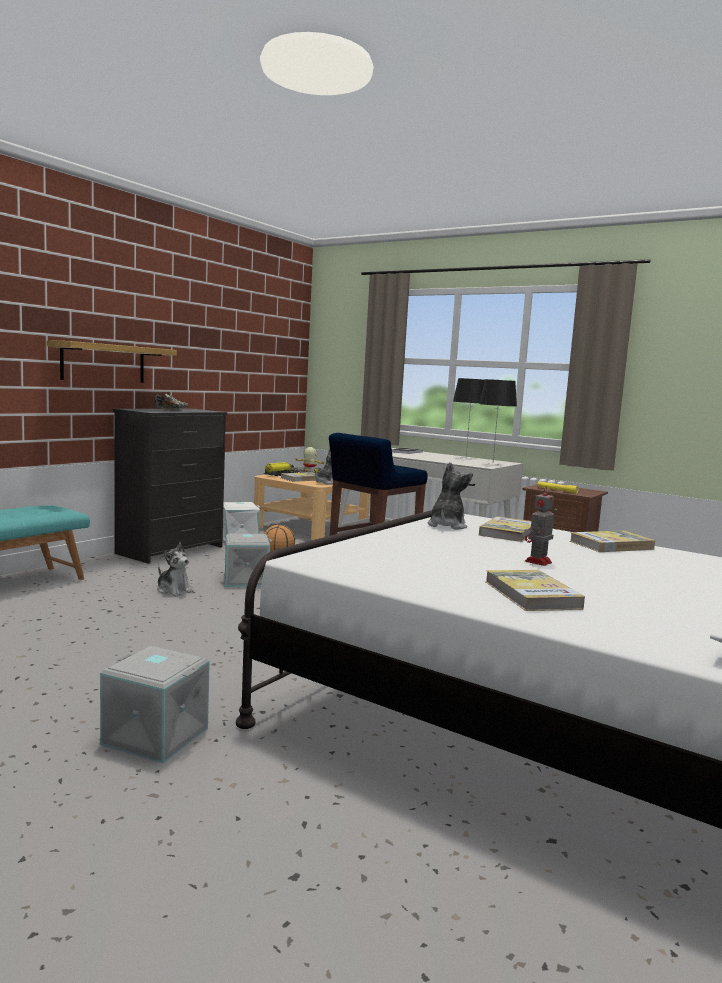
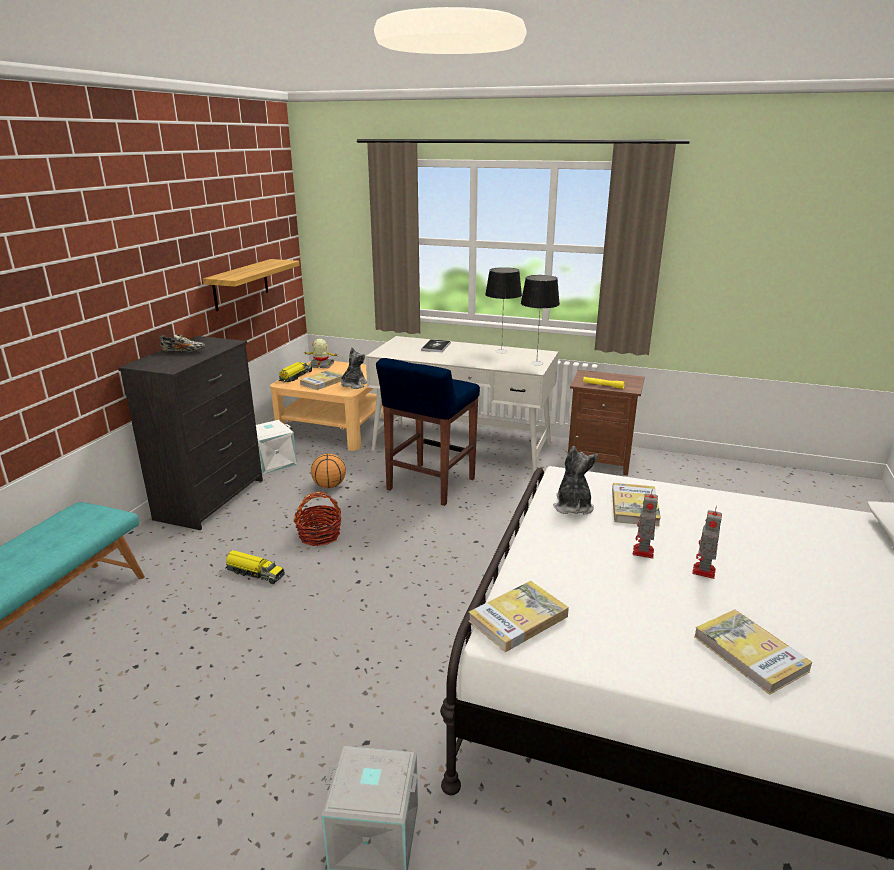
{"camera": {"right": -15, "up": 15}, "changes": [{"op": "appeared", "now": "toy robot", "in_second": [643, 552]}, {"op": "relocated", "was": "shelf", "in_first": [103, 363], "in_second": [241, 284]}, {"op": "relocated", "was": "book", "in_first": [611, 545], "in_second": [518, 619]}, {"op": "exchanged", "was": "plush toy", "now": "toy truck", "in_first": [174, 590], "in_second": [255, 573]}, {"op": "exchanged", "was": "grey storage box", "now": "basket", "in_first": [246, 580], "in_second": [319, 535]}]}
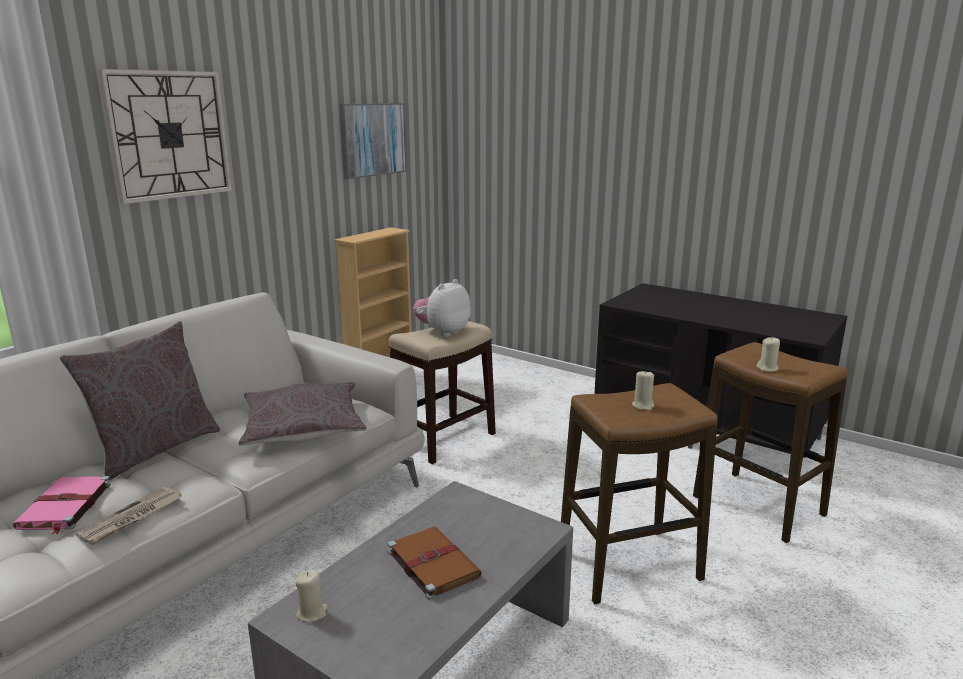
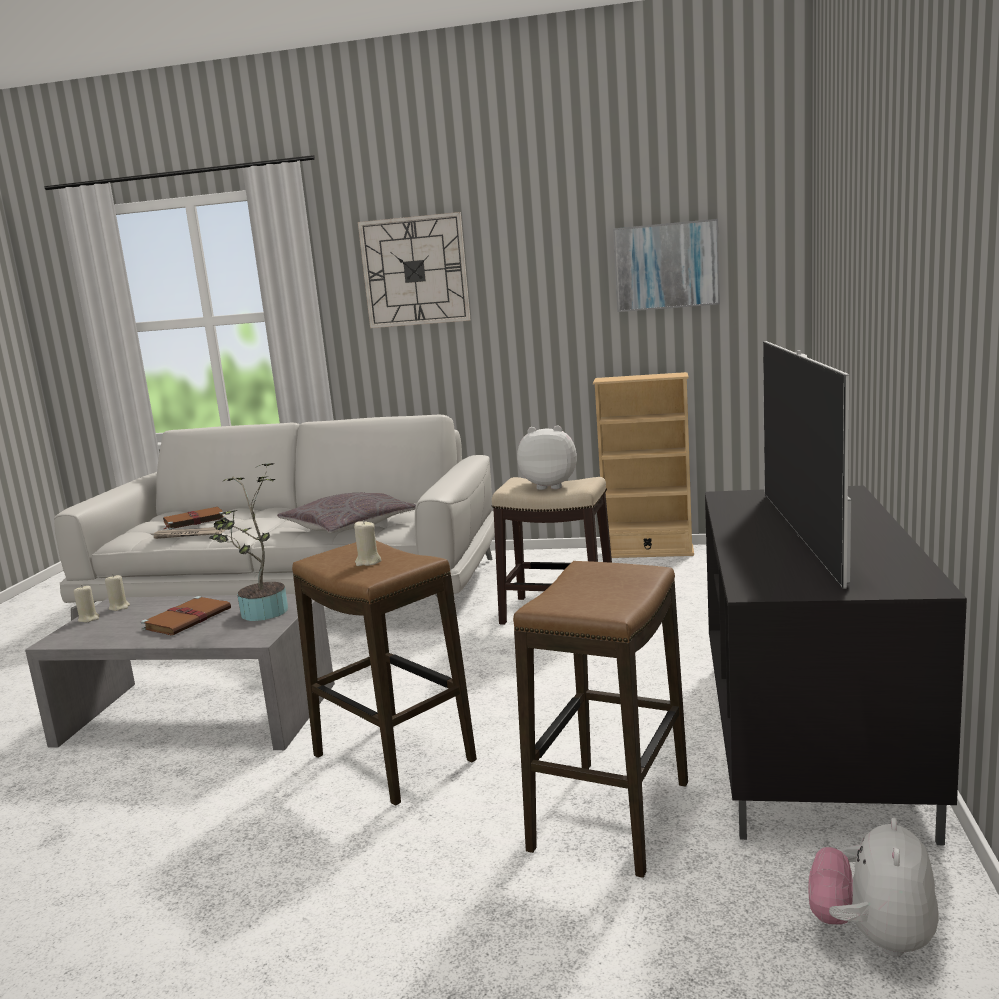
{"camera": {"right": 65, "up": -5}, "changes": [{"op": "missing", "was": "grey pillow", "in_first": [155, 449]}, {"op": "appeared", "now": "potted plant", "in_second": [261, 614]}, {"op": "appeared", "now": "television", "in_second": [801, 535]}, {"op": "appeared", "now": "plush toy", "in_second": [873, 936]}, {"op": "relocated", "was": "beige candle", "in_first": [767, 368], "in_second": [89, 619]}, {"op": "colour", "was": "pink book", "now": "brown book", "in_first": [64, 507], "in_second": [193, 521]}]}
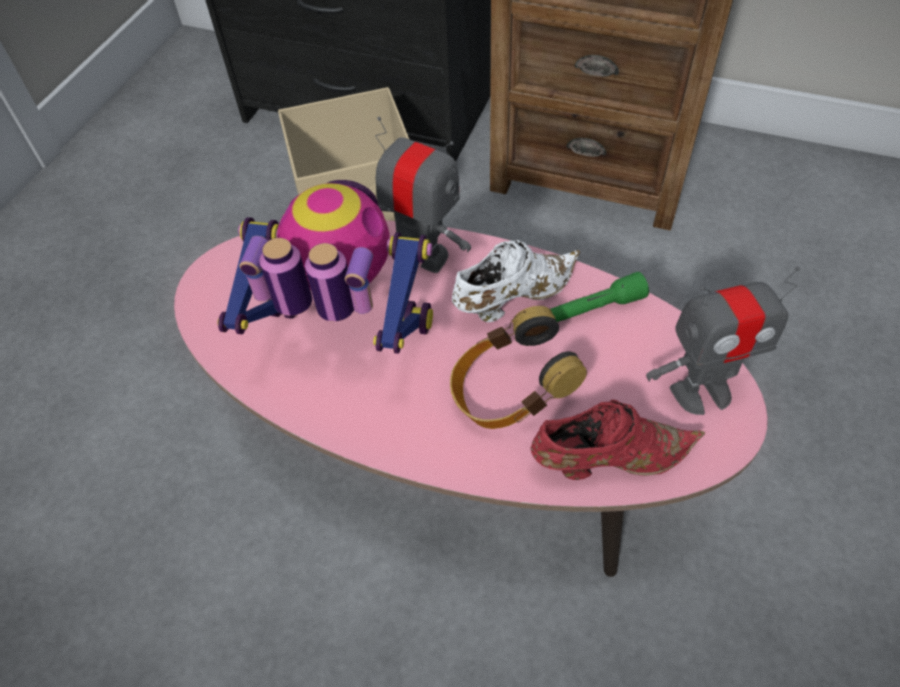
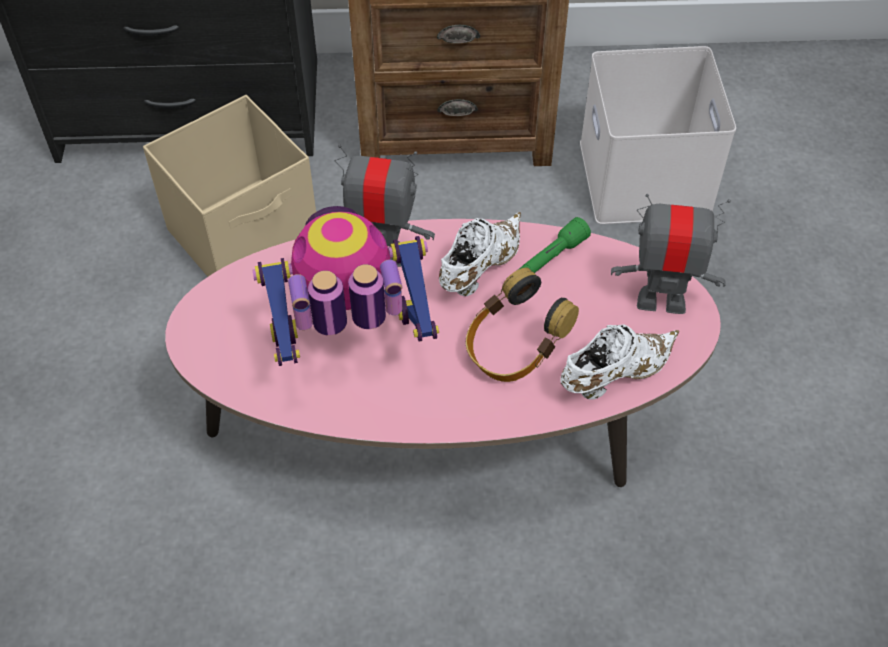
{"camera": {"right": -25, "up": 0}, "changes": [{"op": "appeared", "now": "white storage box", "in_second": [641, 176]}, {"op": "colour", "was": "red shoe", "now": "white shoe", "in_first": [607, 460], "in_second": [613, 376]}, {"op": "spun", "was": "toy robot", "in_first": [701, 392], "in_second": [661, 301], "clockwise": -135}]}
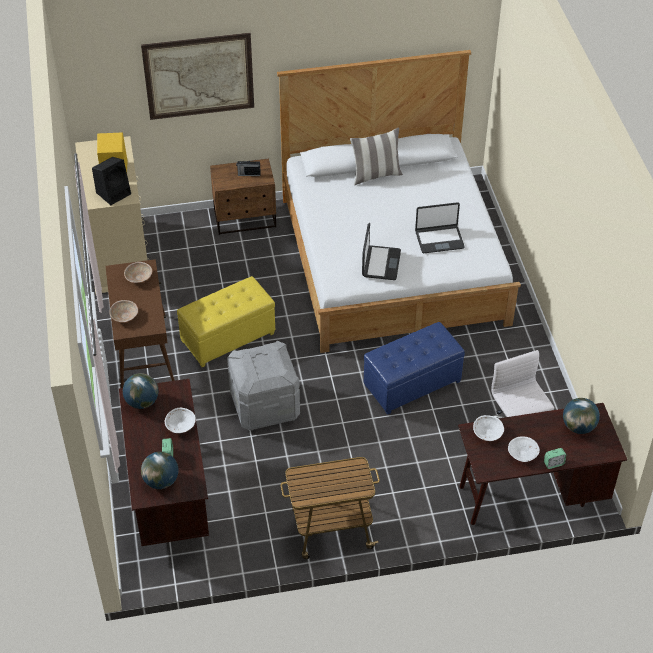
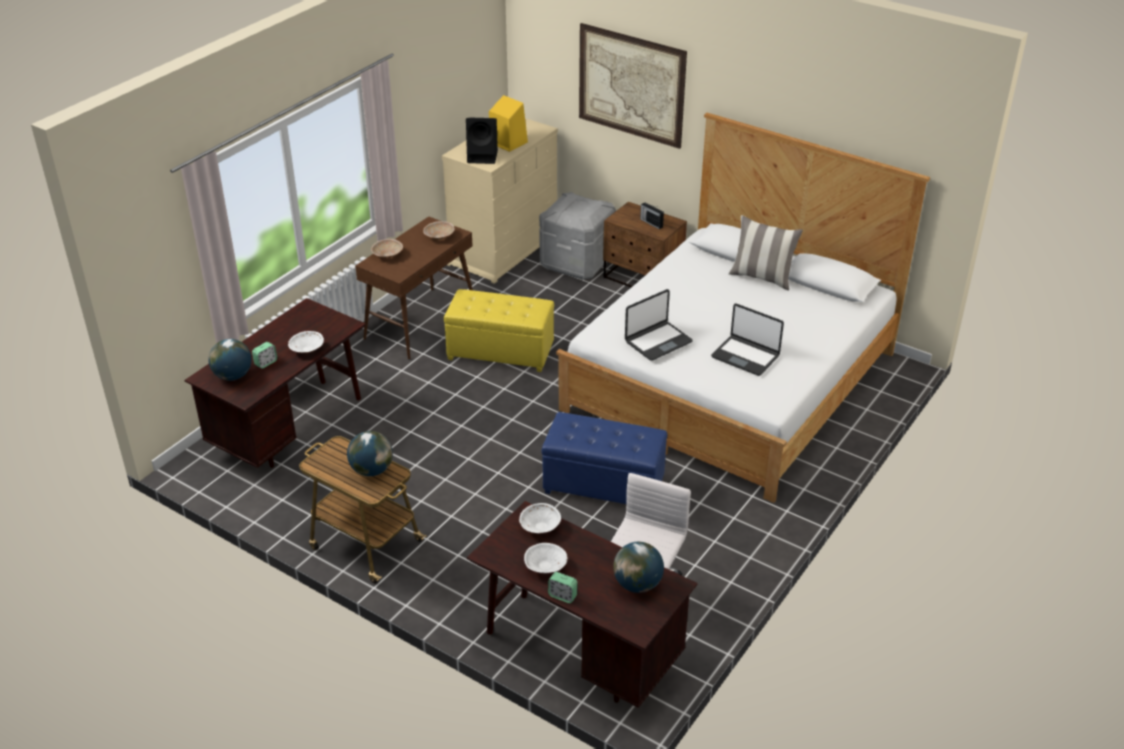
{"camera": {"right": 45, "up": -10}, "changes": [{"op": "relocated", "was": "globe", "in_first": [142, 402], "in_second": [371, 470]}, {"op": "relocated", "was": "grey storage box", "in_first": [265, 406], "in_second": [577, 262]}]}
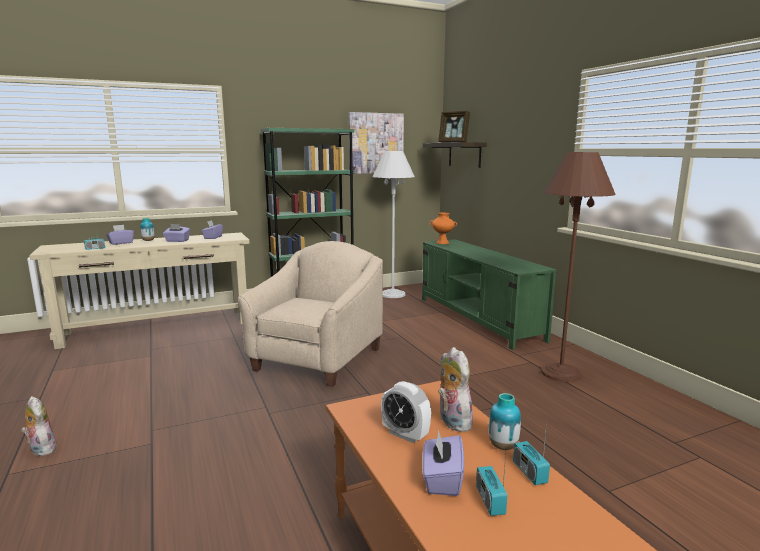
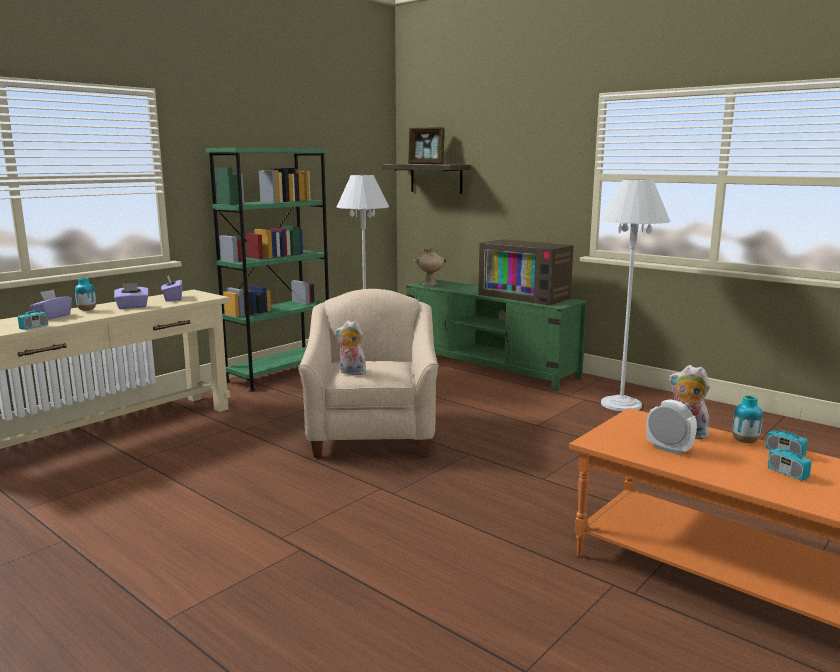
{"camera": {"right": -25, "up": 0}, "changes": [{"op": "missing", "was": "picture", "in_first": [376, 143]}, {"op": "missing", "was": "purple tissue box", "in_first": [442, 479]}, {"op": "appeared", "now": "television", "in_second": [526, 296]}, {"op": "relocated", "was": "plush toy", "in_first": [41, 449], "in_second": [351, 372]}, {"op": "colour", "was": "orange vase", "now": "beige vase", "in_first": [443, 243], "in_second": [430, 284]}, {"op": "colour", "was": "brown floor lamp", "now": "white floor lamp", "in_first": [561, 373], "in_second": [621, 404]}, {"op": "spun", "was": "alarm clock", "in_first": [405, 434], "in_second": [668, 449], "clockwise": -150}]}
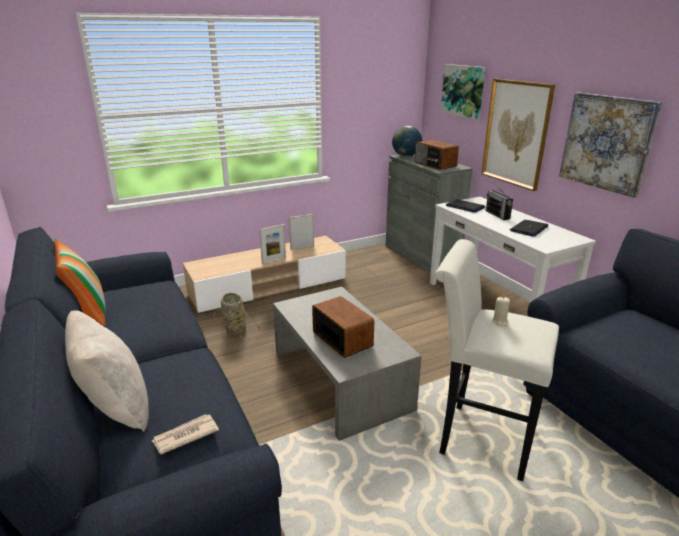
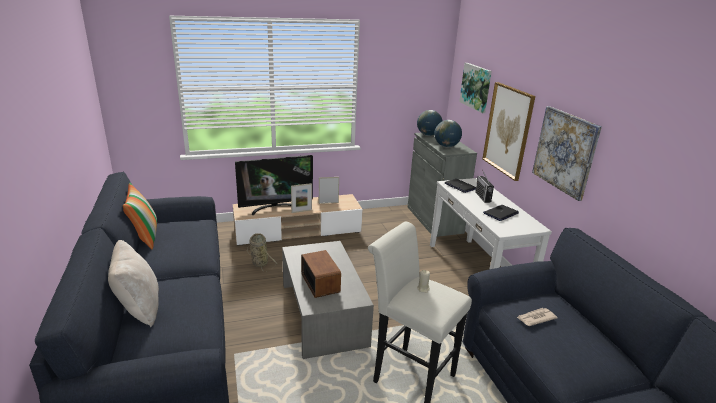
{"camera": {"right": 10, "up": 0}, "changes": [{"op": "appeared", "now": "television", "in_second": [275, 208]}, {"op": "relocated", "was": "newspaper", "in_first": [185, 435], "in_second": [535, 318]}, {"op": "exchanged", "was": "radio", "now": "globe", "in_first": [434, 165], "in_second": [446, 146]}]}
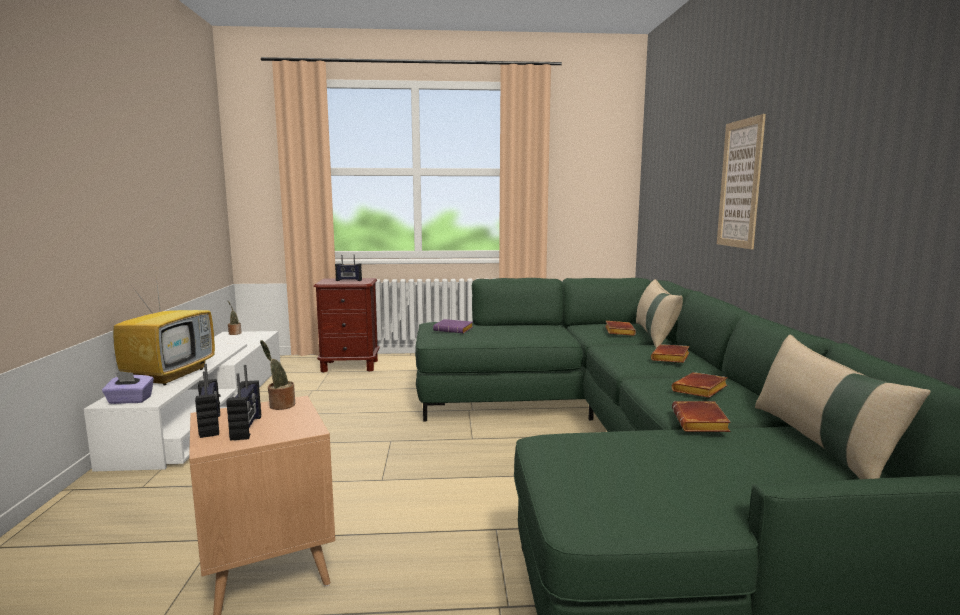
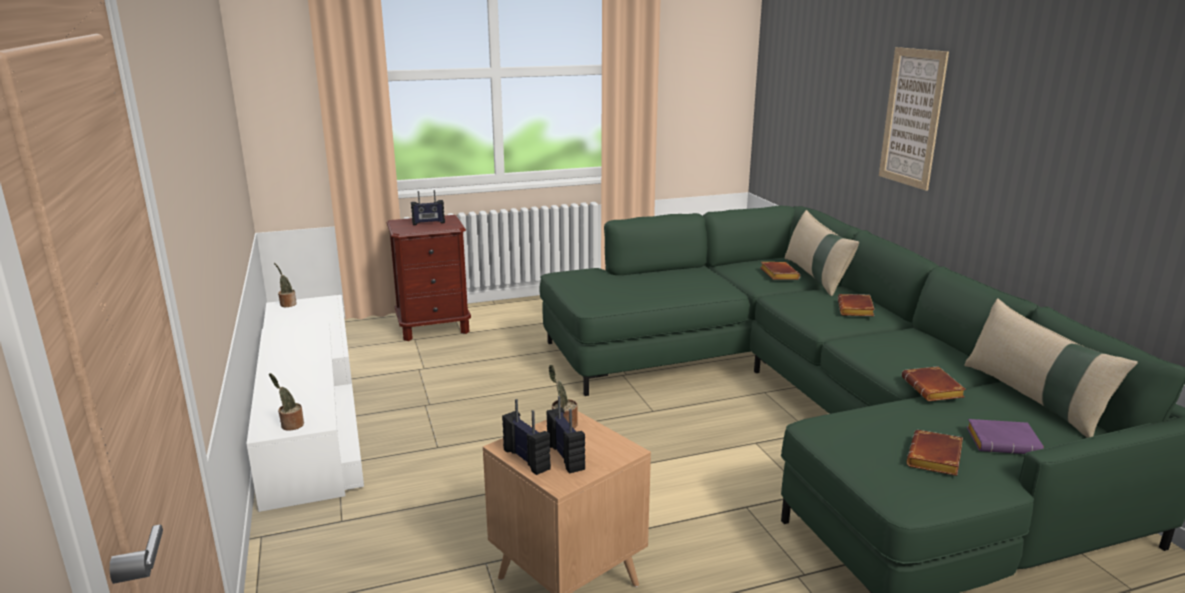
{"camera": {"right": -15, "up": 10}, "changes": [{"op": "missing", "was": "television", "in_first": [171, 375]}, {"op": "relocated", "was": "purple book", "in_first": [454, 330], "in_second": [1004, 442]}, {"op": "relocated", "was": "brown book", "in_first": [700, 391], "in_second": [936, 459]}, {"op": "exchanged", "was": "purple tissue box", "now": "potted plant", "in_first": [130, 400], "in_second": [290, 425]}]}
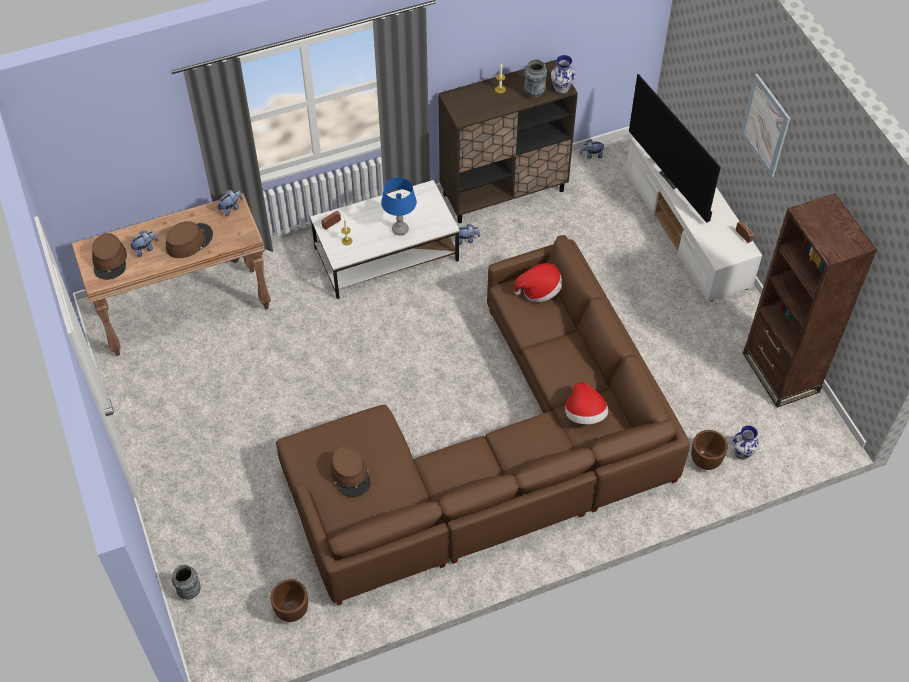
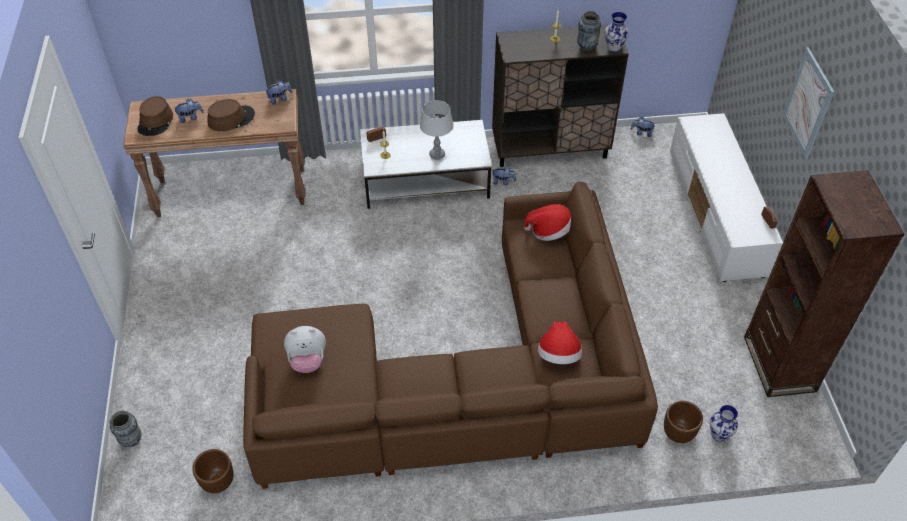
{"camera": {"right": 15, "up": -5}, "changes": [{"op": "missing", "was": "television", "in_first": [673, 177]}, {"op": "exchanged", "was": "brown hat", "now": "plush toy", "in_first": [350, 474], "in_second": [307, 360]}, {"op": "colour", "was": "blue table lamp", "now": "grey table lamp", "in_first": [400, 229], "in_second": [437, 155]}]}
